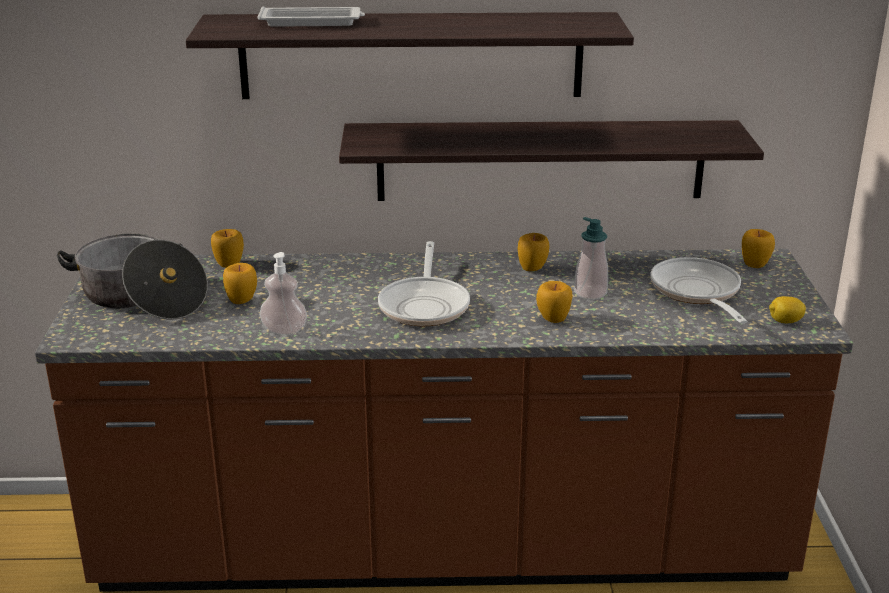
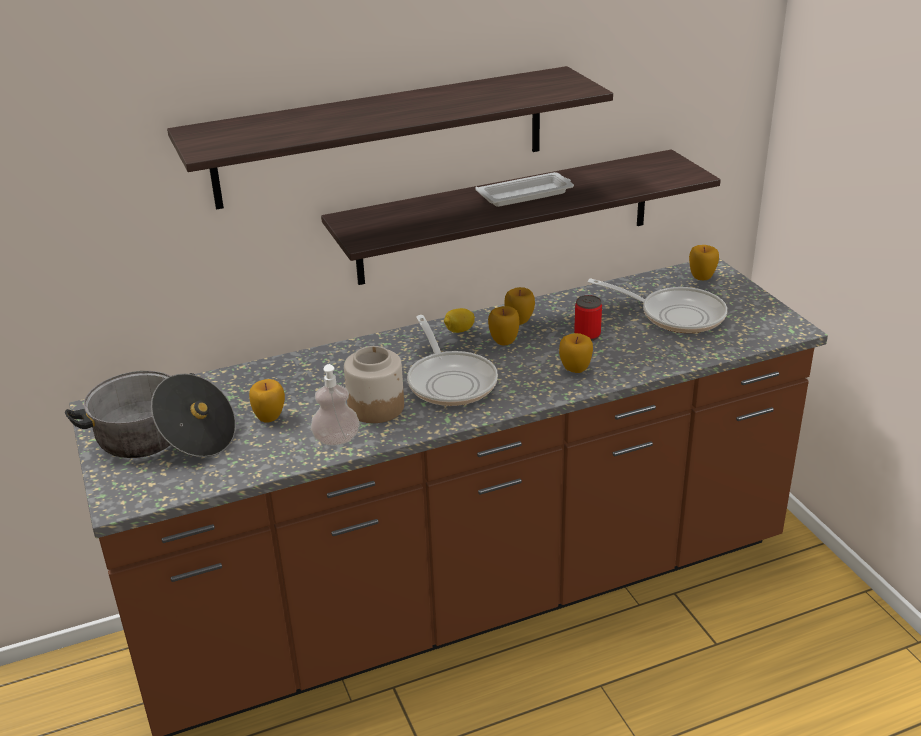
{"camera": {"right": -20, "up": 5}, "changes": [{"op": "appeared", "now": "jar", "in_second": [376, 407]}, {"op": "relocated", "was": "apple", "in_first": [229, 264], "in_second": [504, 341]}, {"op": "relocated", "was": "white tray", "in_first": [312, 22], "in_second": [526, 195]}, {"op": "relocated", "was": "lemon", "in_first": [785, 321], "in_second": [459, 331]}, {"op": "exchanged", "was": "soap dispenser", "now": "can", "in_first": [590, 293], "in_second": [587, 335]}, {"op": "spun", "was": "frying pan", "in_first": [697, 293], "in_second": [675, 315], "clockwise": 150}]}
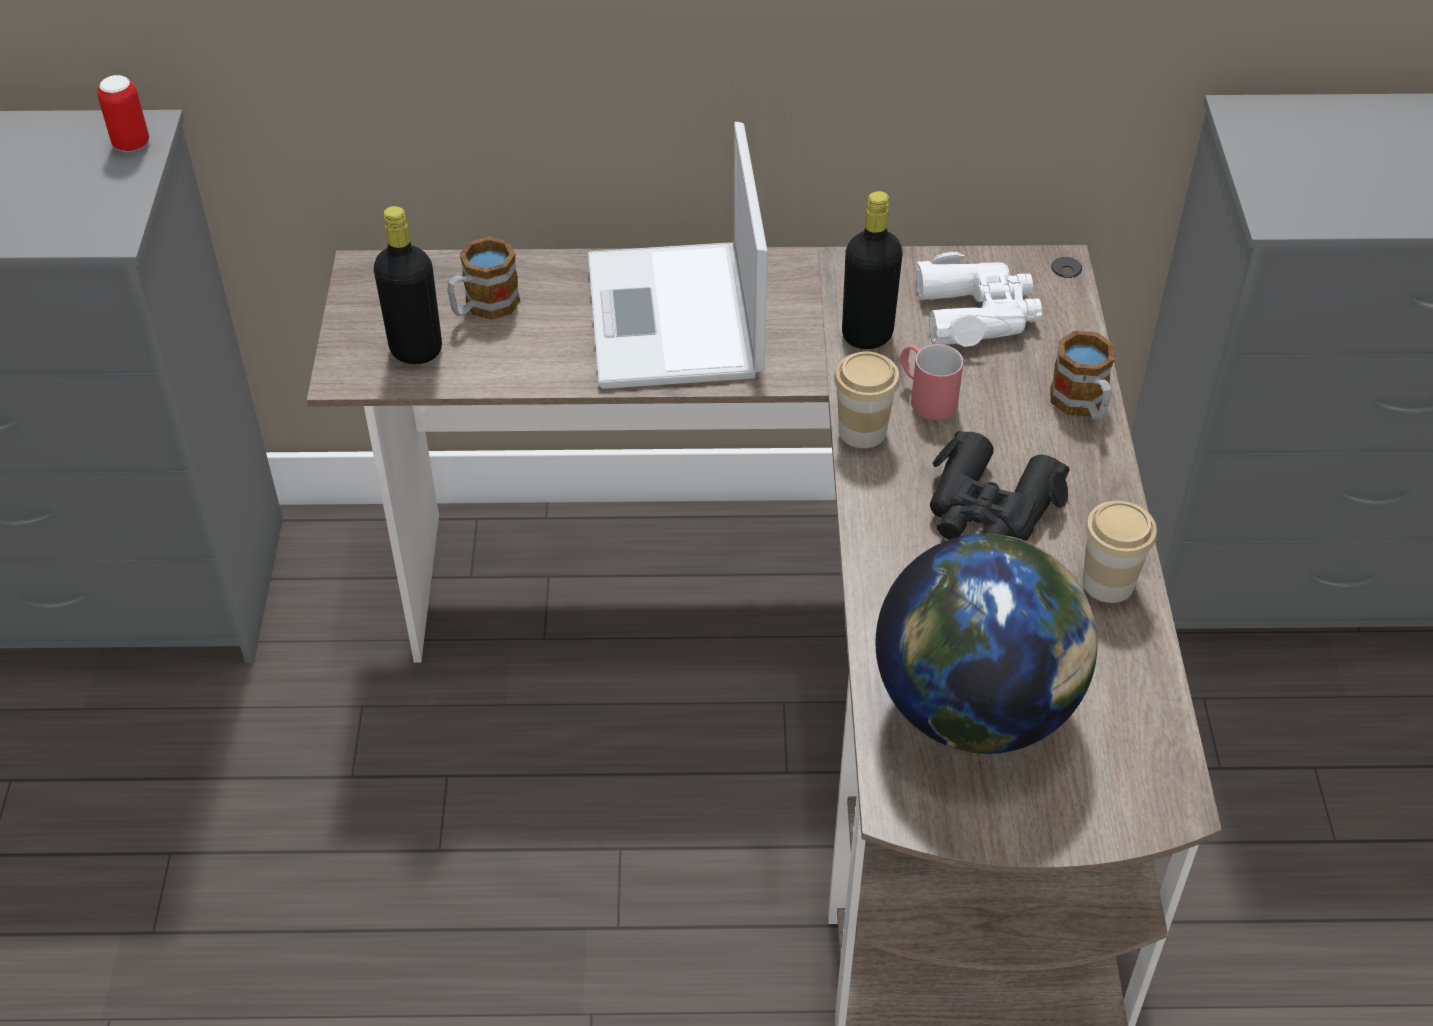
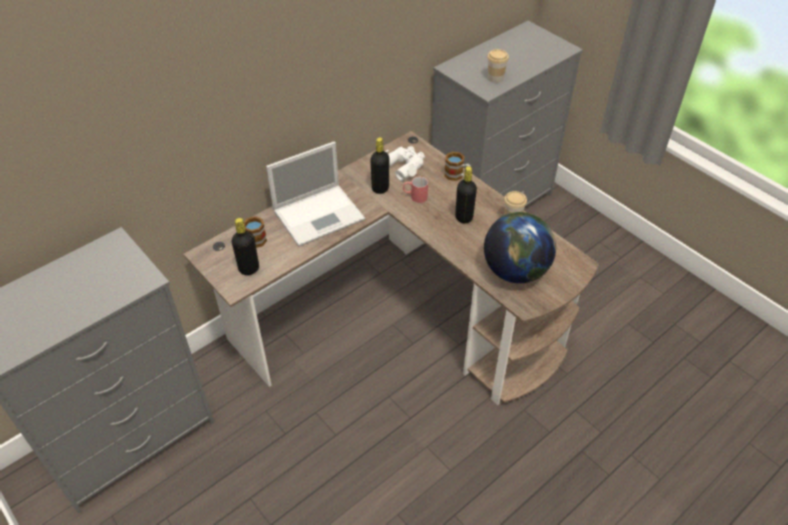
{"camera": {"right": -40, "up": 0}, "changes": [{"op": "missing", "was": "can", "in_first": [131, 144]}, {"op": "relocated", "was": "cup", "in_first": [862, 431], "in_second": [495, 78]}, {"op": "exchanged", "was": "black binoculars", "now": "black bottle", "in_first": [989, 509], "in_second": [464, 217]}, {"op": "spun", "was": "laptop", "in_first": [675, 319], "in_second": [320, 214], "clockwise": -75}]}
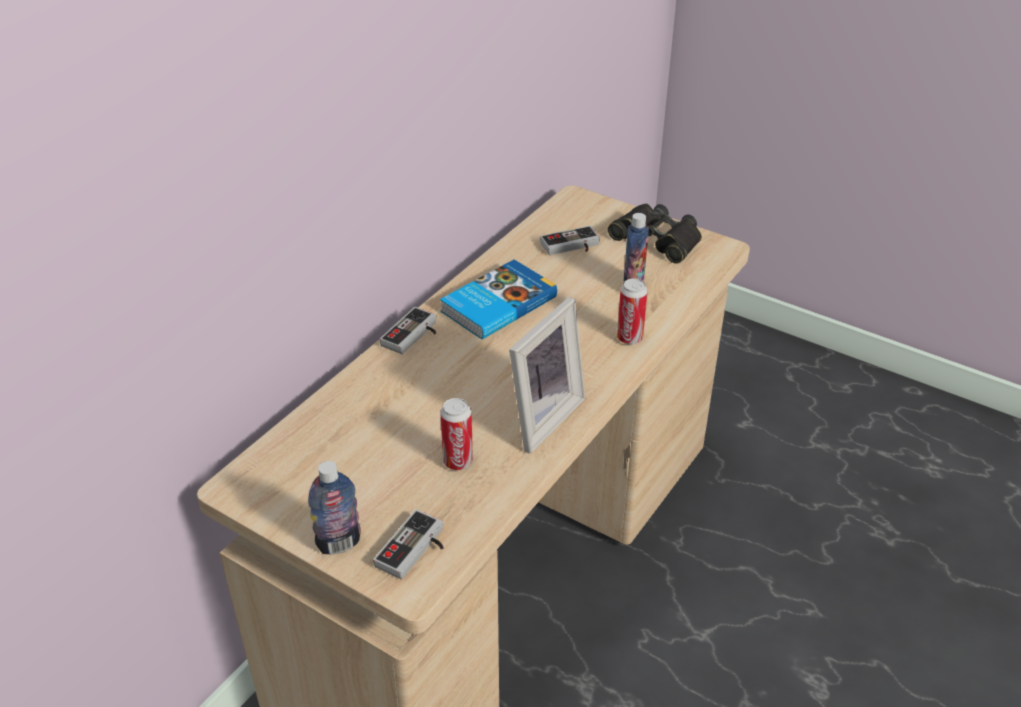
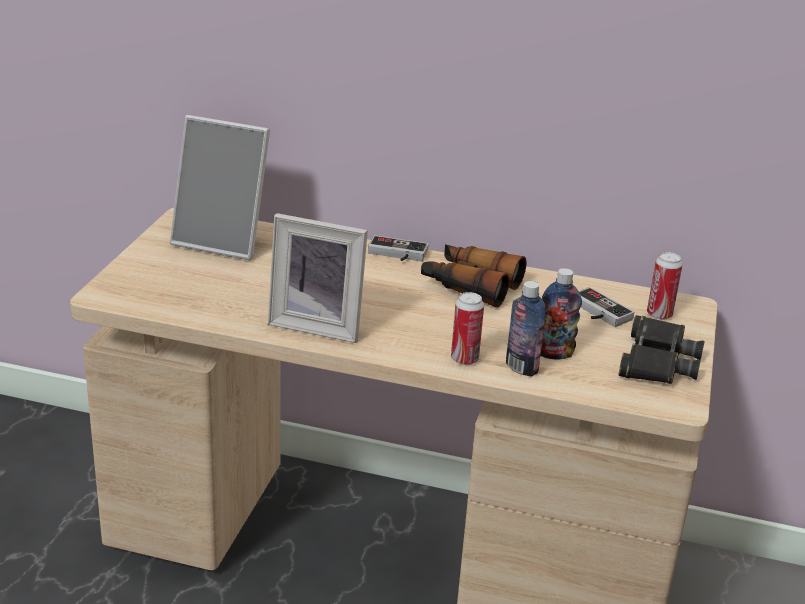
{"camera": {"right": 70, "up": -10}, "changes": [{"op": "missing", "was": "game controller", "in_first": [416, 550]}, {"op": "appeared", "now": "picture frame", "in_second": [224, 241]}, {"op": "relocated", "was": "bottle", "in_first": [339, 543], "in_second": [521, 368]}, {"op": "relocated", "was": "can", "in_first": [458, 462], "in_second": [659, 314]}, {"op": "exchanged", "was": "book", "now": "binoculars", "in_first": [497, 304], "in_second": [470, 285]}]}
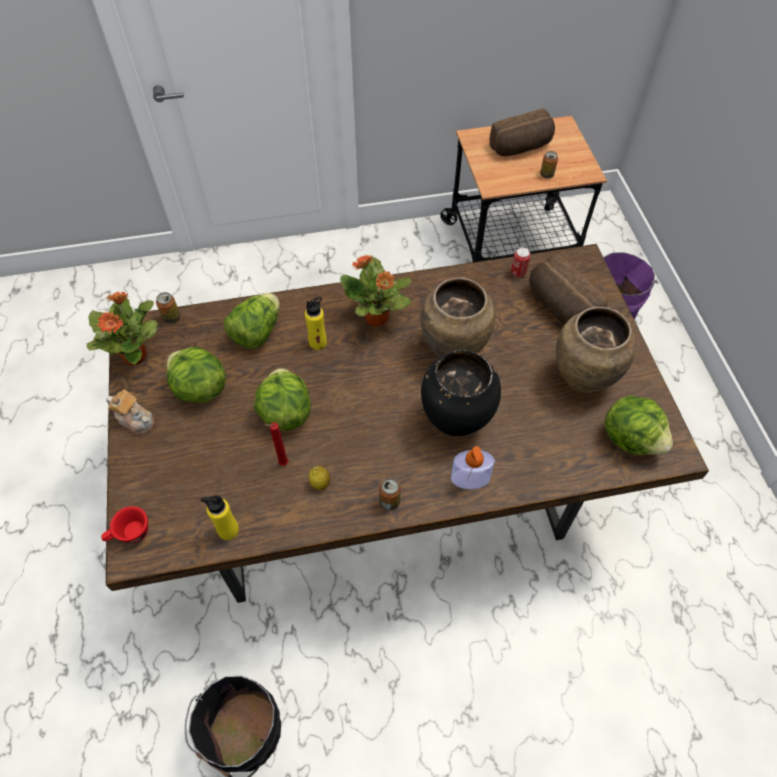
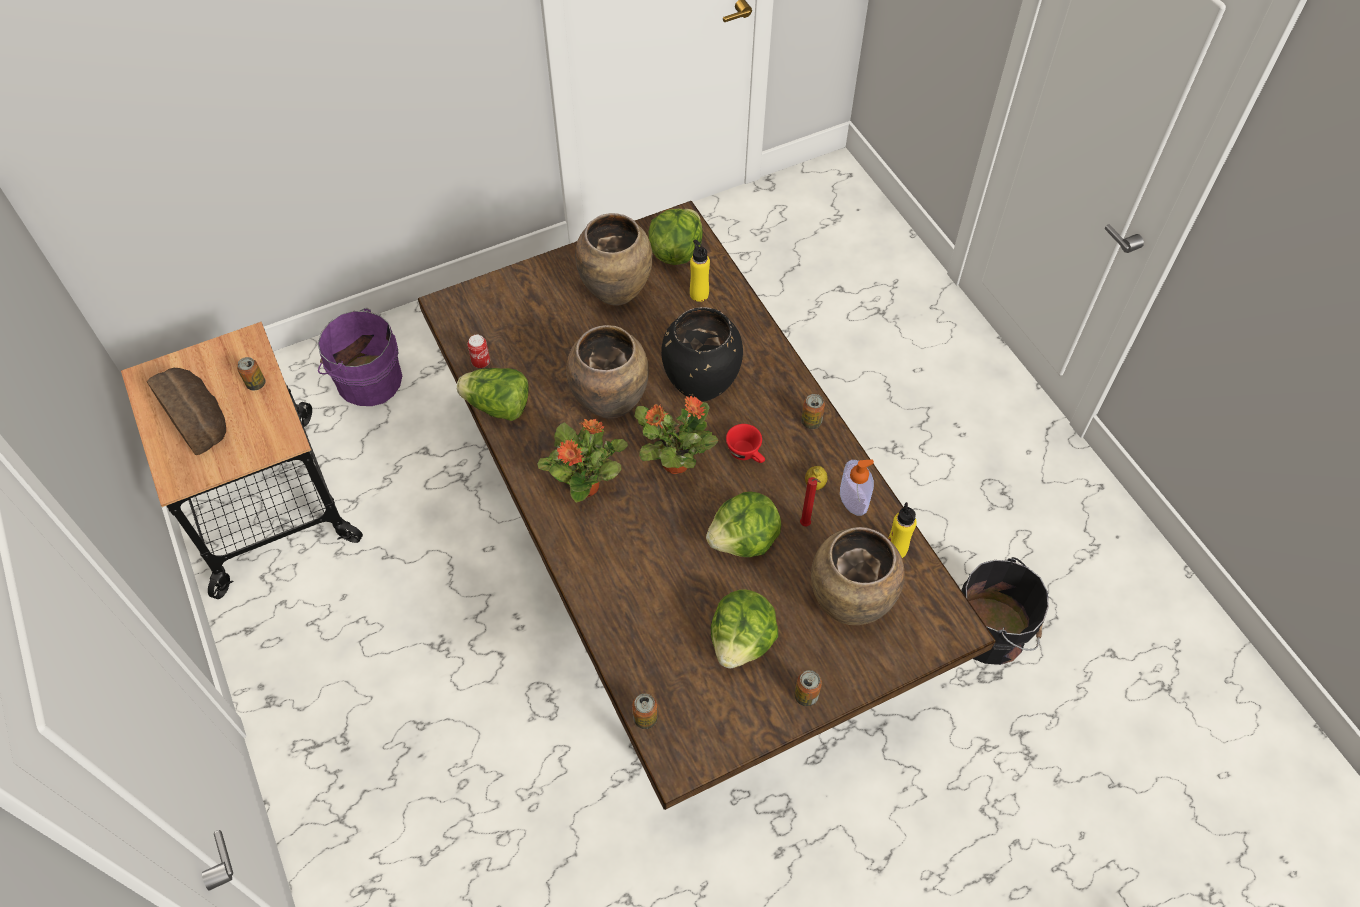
{"camera": {"right": -105, "up": 0}, "changes": [{"op": "missing", "was": "bread", "in_first": [559, 307]}, {"op": "appeared", "now": "brown vase", "in_second": [848, 603]}, {"op": "relocated", "was": "potted plant", "in_first": [135, 355], "in_second": [674, 462]}, {"op": "relocated", "was": "red cup", "in_first": [130, 534], "in_second": [747, 454]}, {"op": "relocated", "was": "lettuce", "in_first": [257, 332], "in_second": [497, 406]}, {"op": "relocated", "was": "yellow bottle", "in_first": [318, 342], "in_second": [699, 294]}, {"op": "relocated", "was": "soap dispenser", "in_first": [470, 478], "in_second": [853, 498]}, {"op": "exchanged", "was": "teapot", "now": "can", "in_first": [135, 419], "in_second": [806, 696]}]}
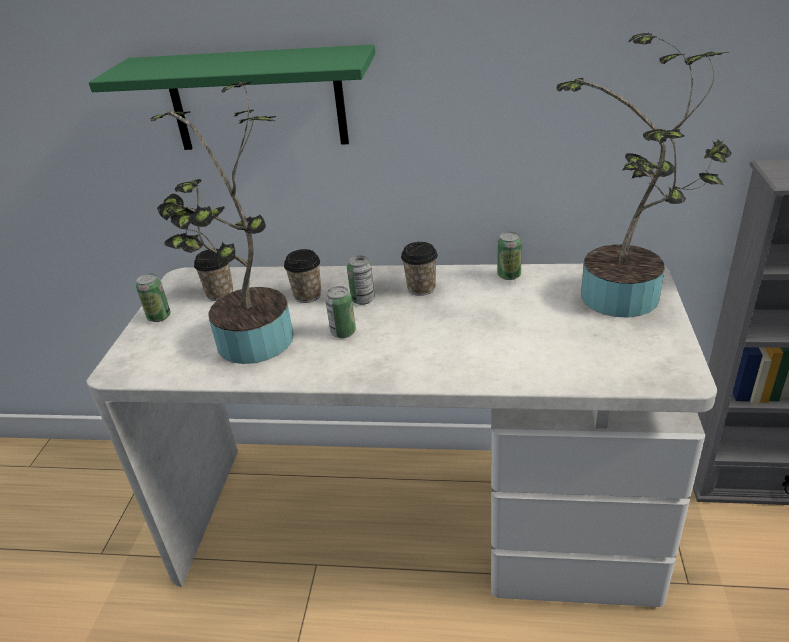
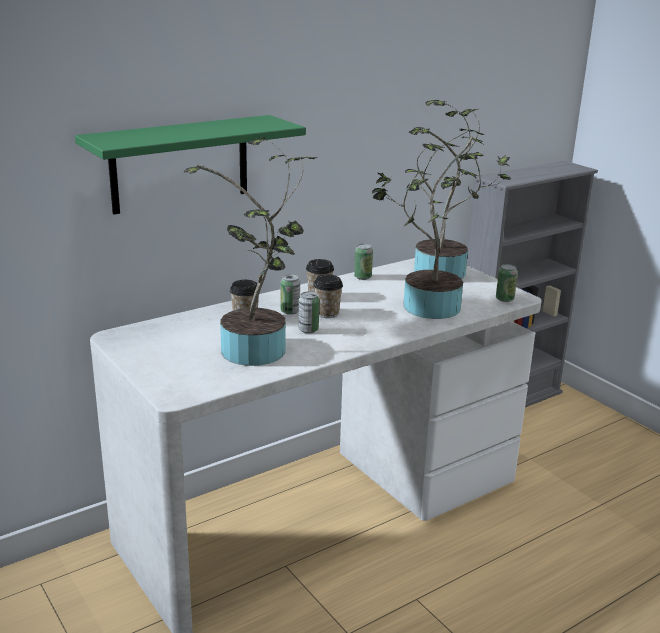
{"camera": {"right": -45, "up": -10}, "changes": [{"op": "appeared", "now": "potted plant", "in_second": [424, 306]}, {"op": "relocated", "was": "can", "in_first": [159, 317], "in_second": [504, 299]}, {"op": "relocated", "was": "cup", "in_first": [220, 294], "in_second": [327, 313]}]}
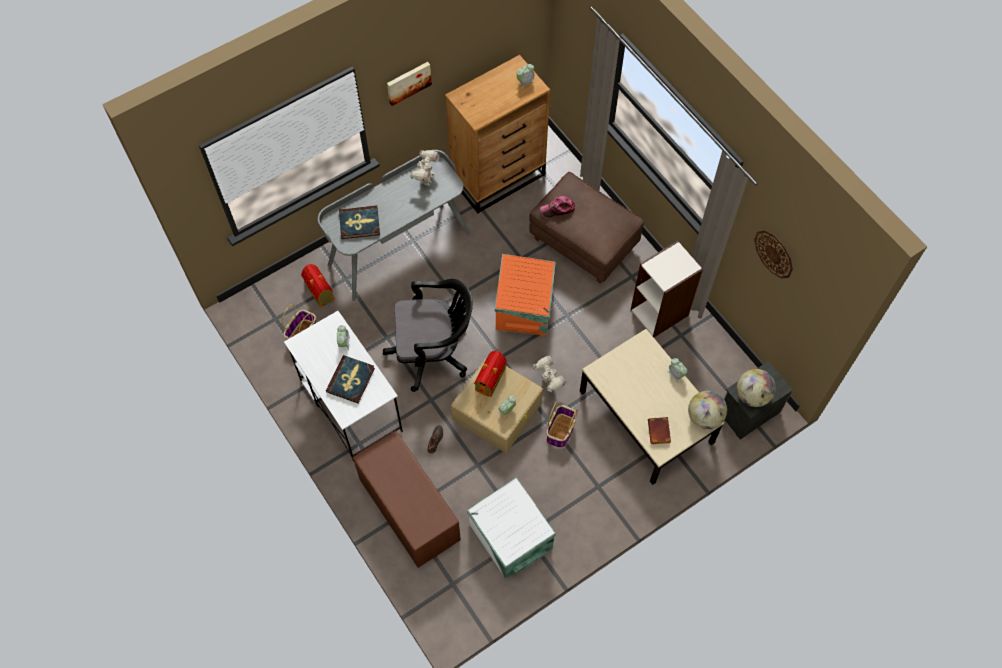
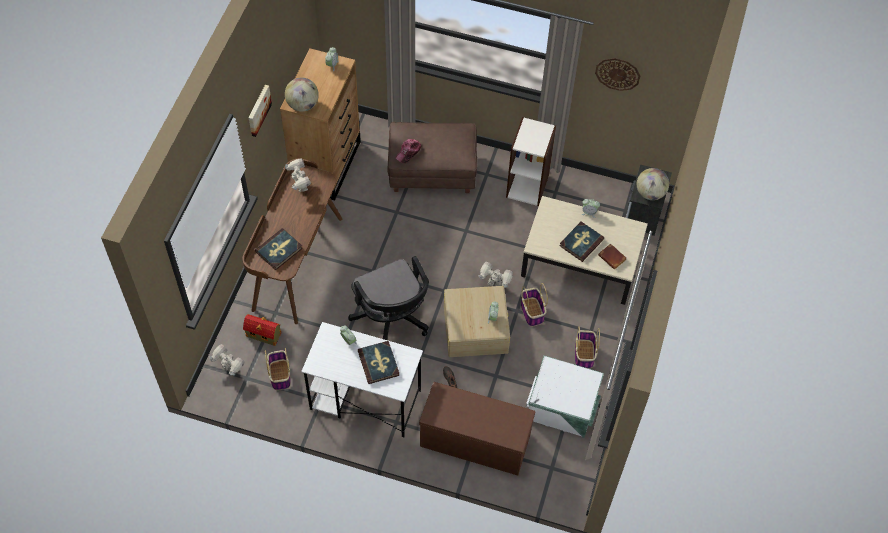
{"camera": {"right": -40, "up": -5}, "changes": [{"op": "missing", "was": "toy house", "in_first": [491, 378]}, {"op": "missing", "was": "orange storage box", "in_first": [525, 305]}, {"op": "appeared", "now": "toy robot", "in_second": [230, 369]}, {"op": "appeared", "now": "book", "in_second": [581, 242]}, {"op": "appeared", "now": "basket", "in_second": [584, 355]}, {"op": "relocated", "was": "globe", "in_first": [704, 417], "in_second": [303, 105]}, {"op": "colour", "was": "grey desk", "now": "brown desk", "in_first": [398, 247], "in_second": [296, 263]}, {"op": "spun", "was": "black office chair", "in_first": [433, 352], "in_second": [392, 320], "clockwise": 105}]}
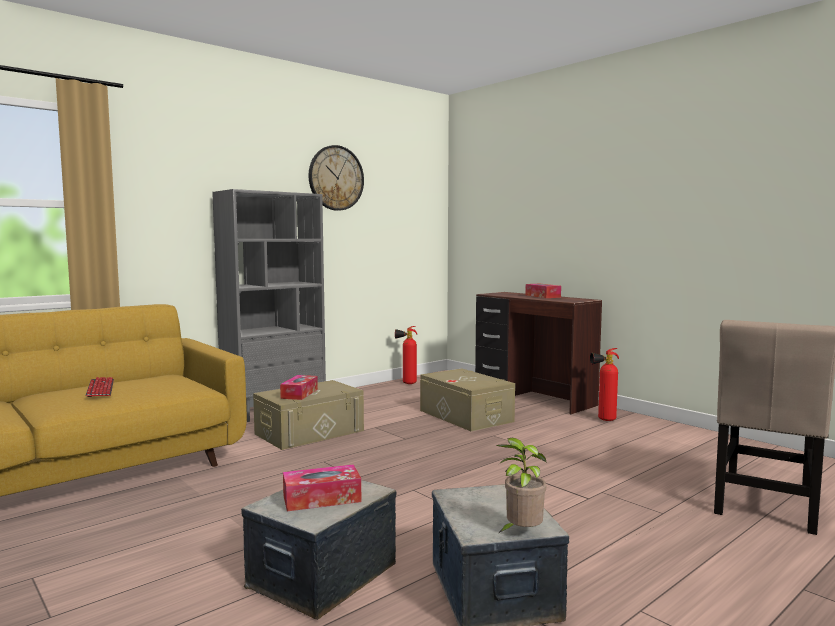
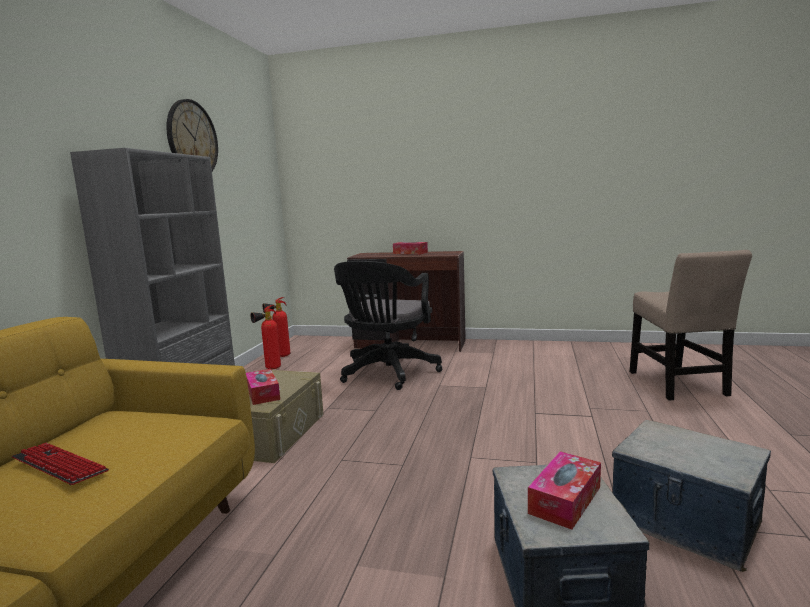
{"camera": {"right": -35, "up": 5}, "changes": [{"op": "missing", "was": "potted plant", "in_first": [521, 533]}, {"op": "relocated", "was": "fire extinguisher", "in_first": [602, 420], "in_second": [270, 369]}, {"op": "exchanged", "was": "beige storage box", "now": "black office chair", "in_first": [465, 416], "in_second": [387, 374]}]}
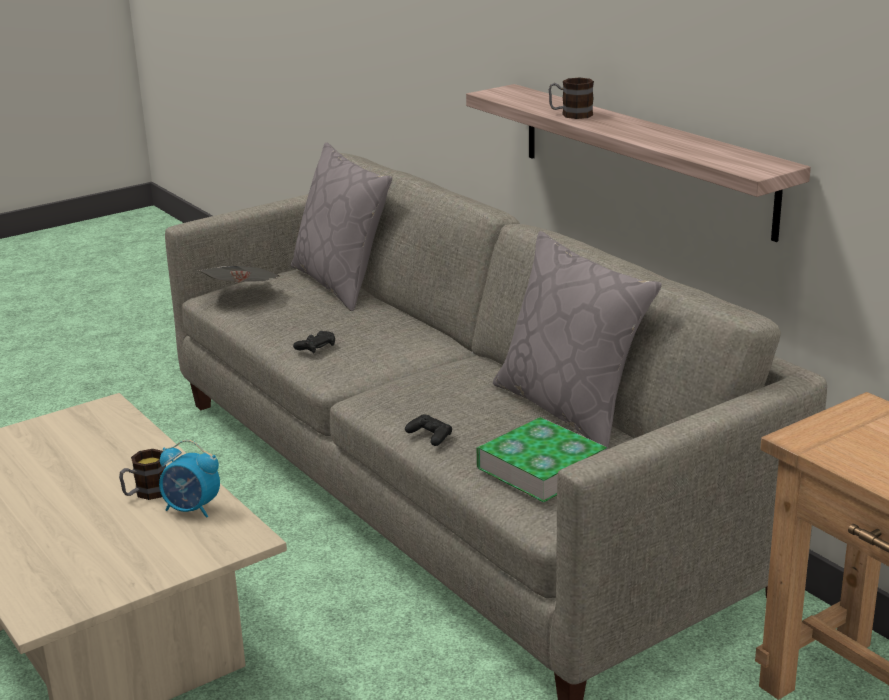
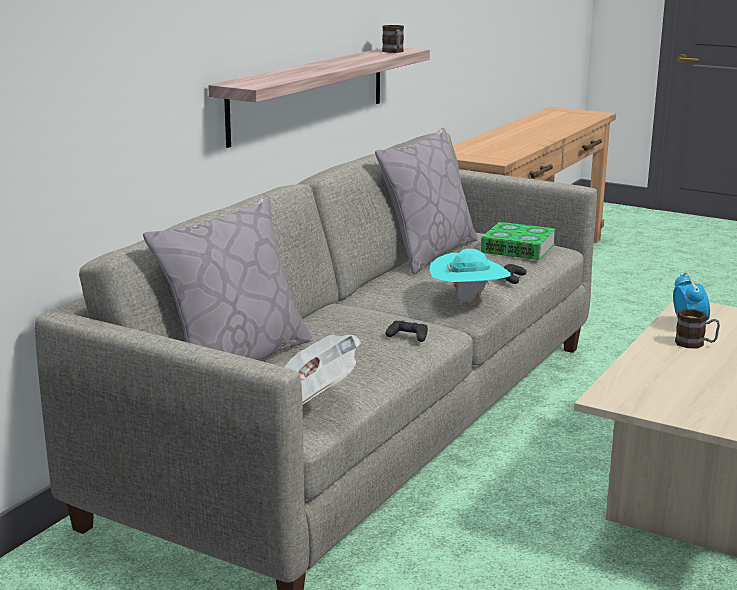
{"camera": {"right": -115, "up": -5}, "changes": [{"op": "appeared", "now": "turquoise hat", "in_second": [468, 302]}, {"op": "relocated", "was": "mug", "in_first": [570, 114], "in_second": [394, 52]}]}
